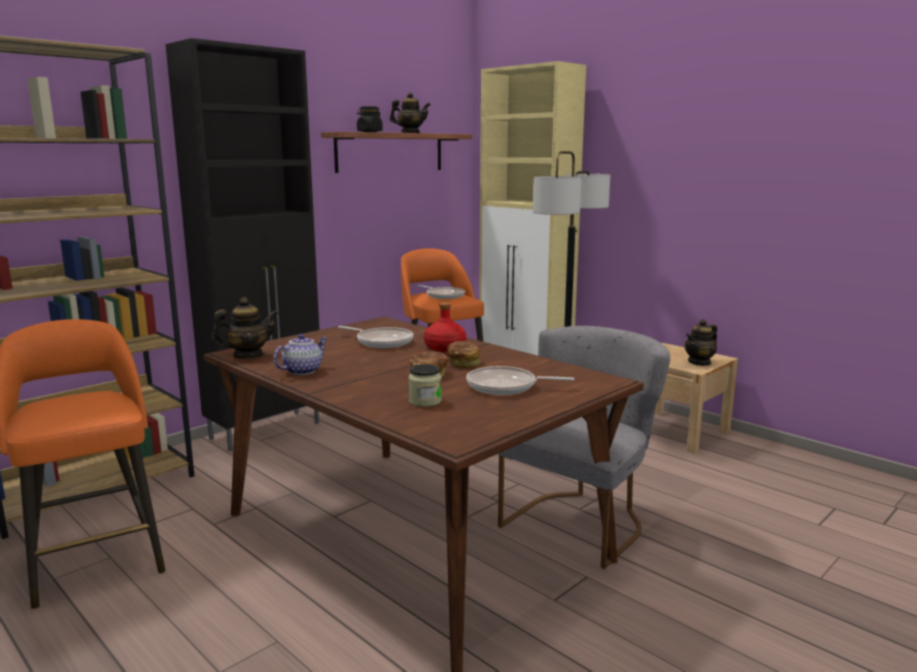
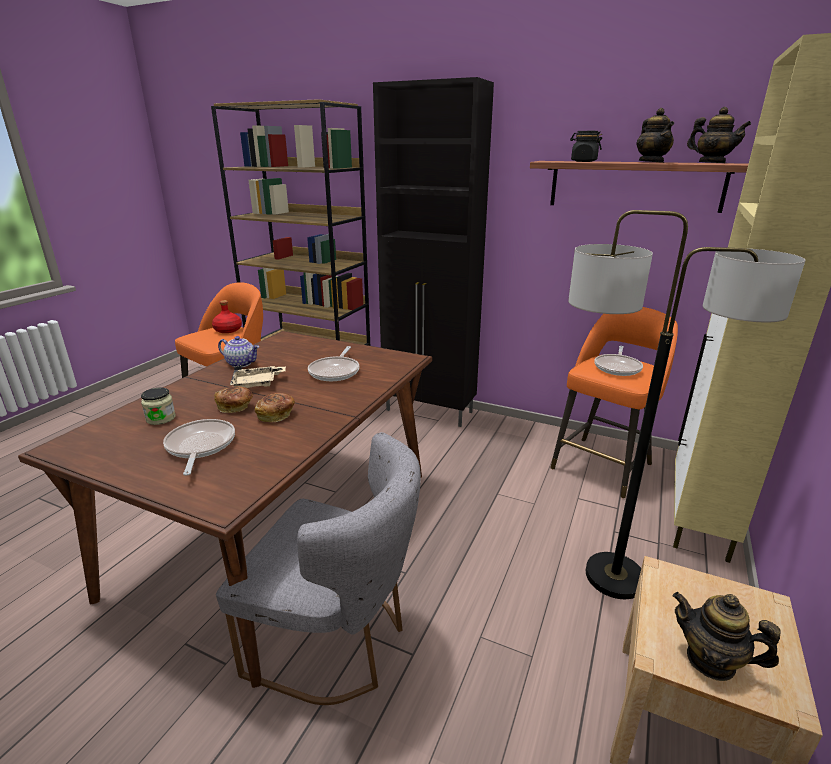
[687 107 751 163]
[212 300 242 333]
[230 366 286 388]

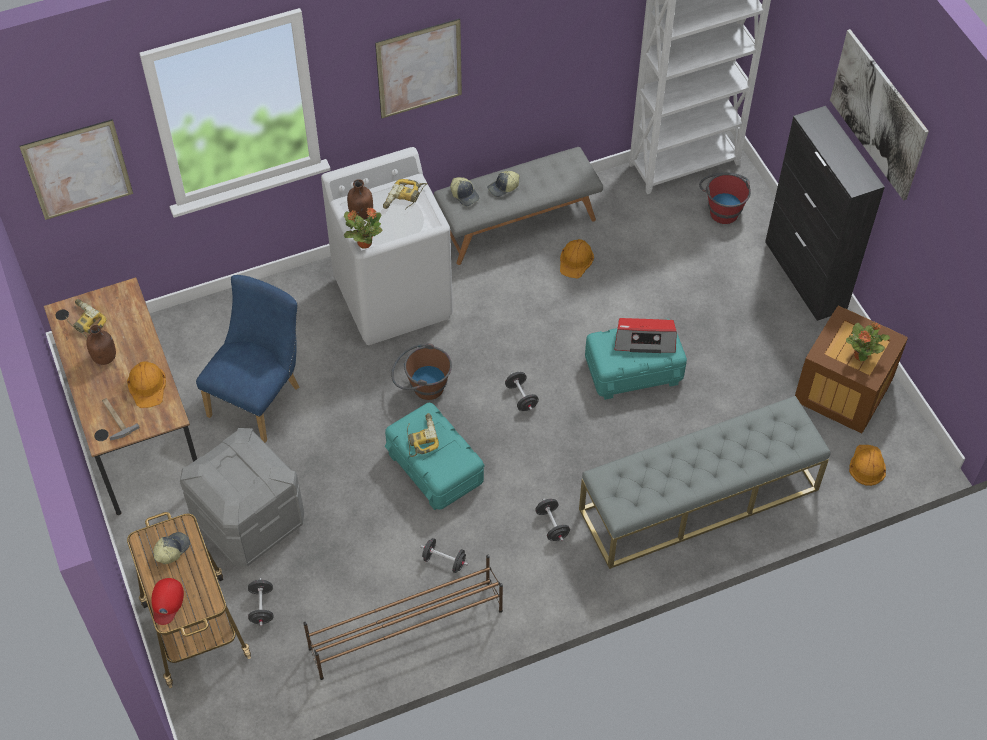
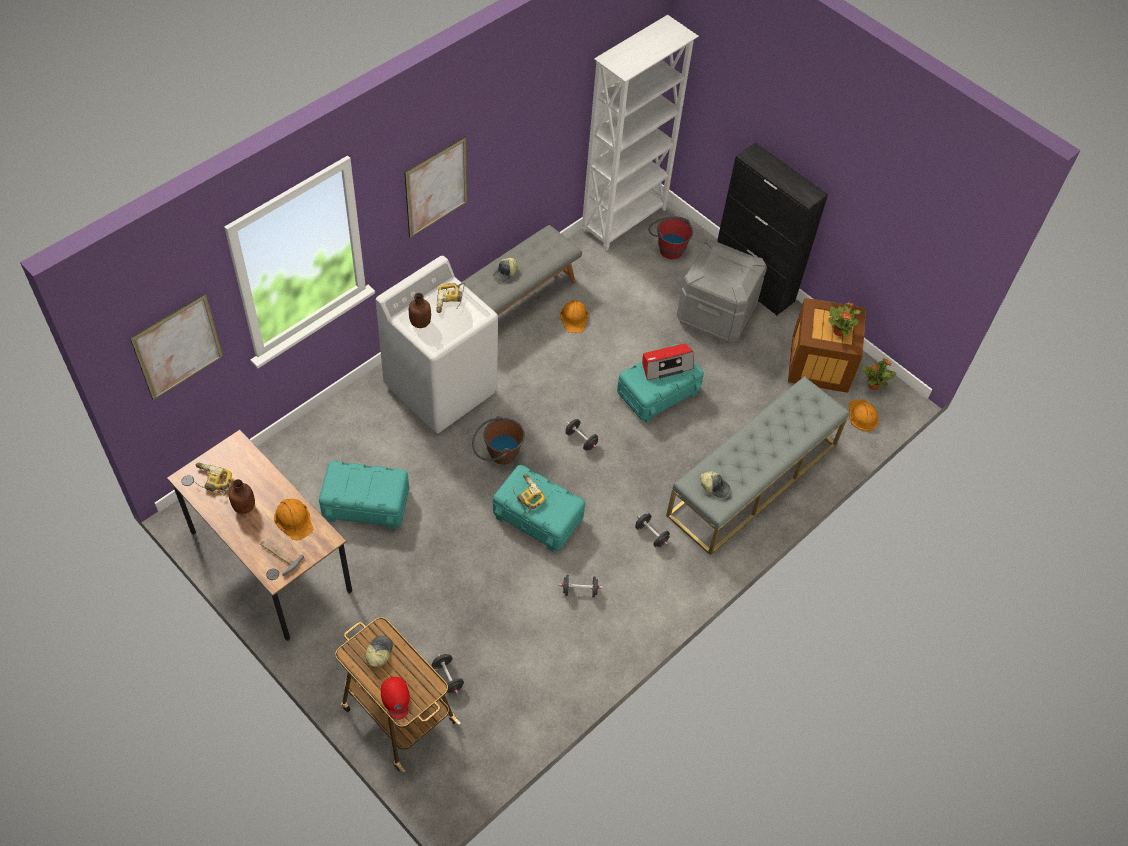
[830 29 929 201] (first image)
[700 471 731 498]
[862 358 896 390]
[319 461 409 529]
[677 240 767 343]
[303 555 503 680] (first image)

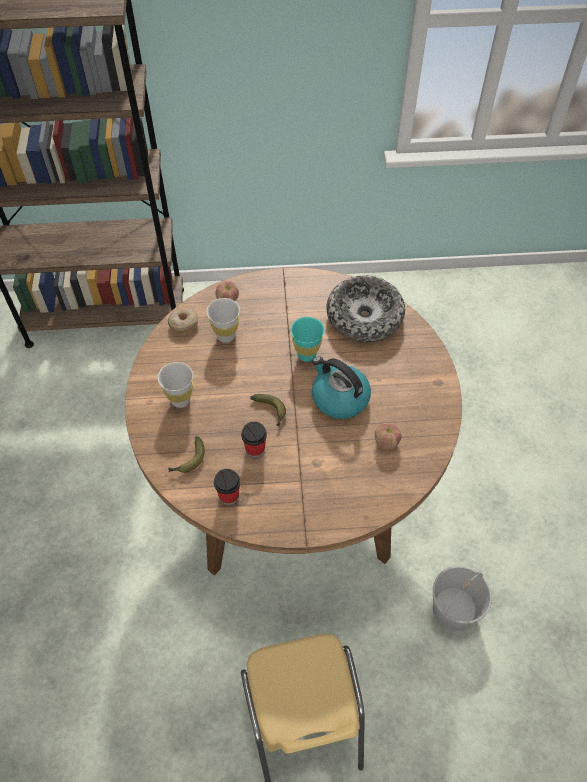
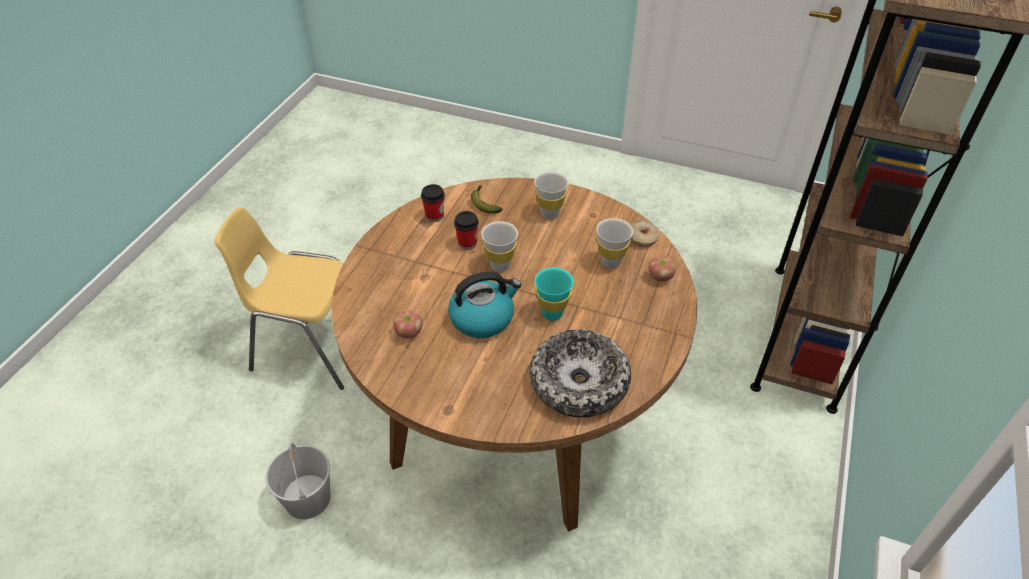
[481 221 518 272]

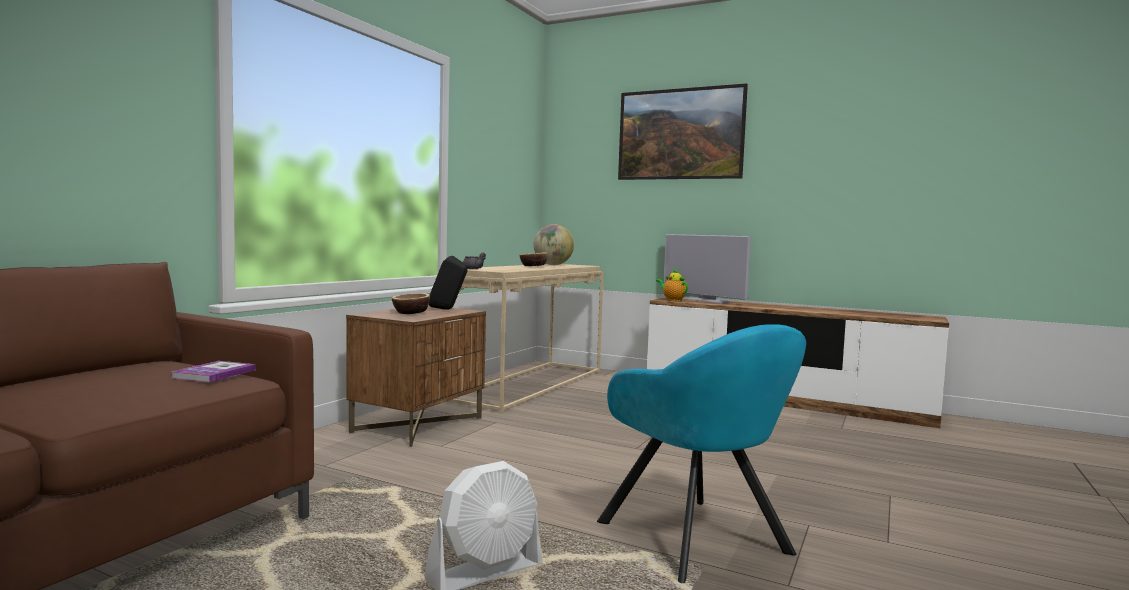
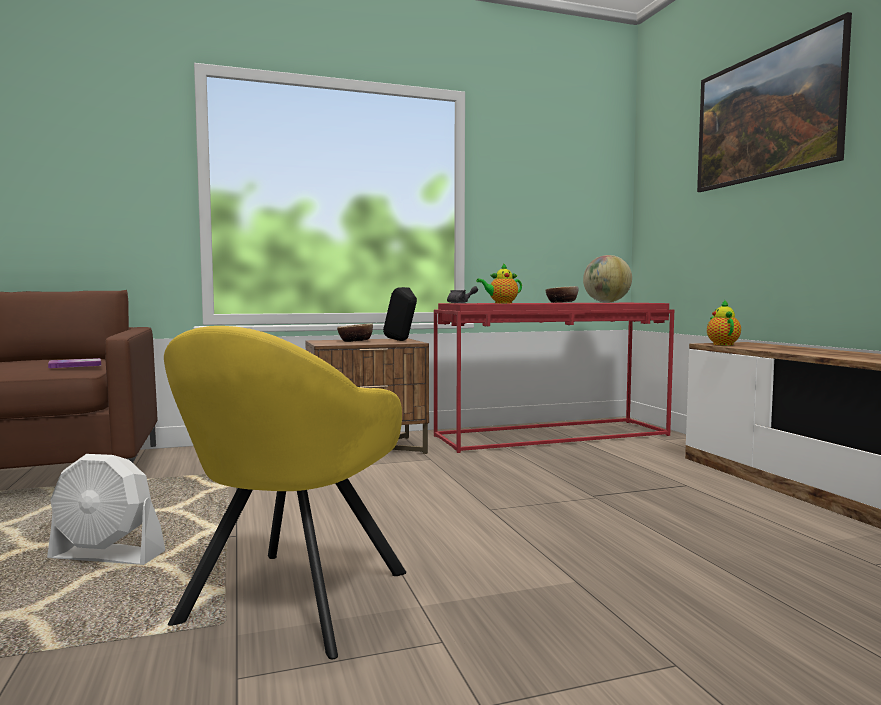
[664 234 751 304] (first image)
[434 303 674 453]
[164 326 406 659]
[476 263 522 303]

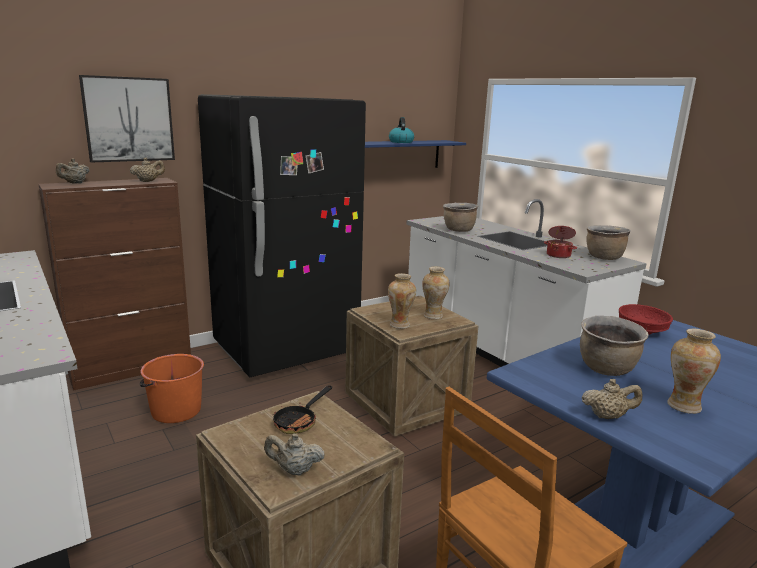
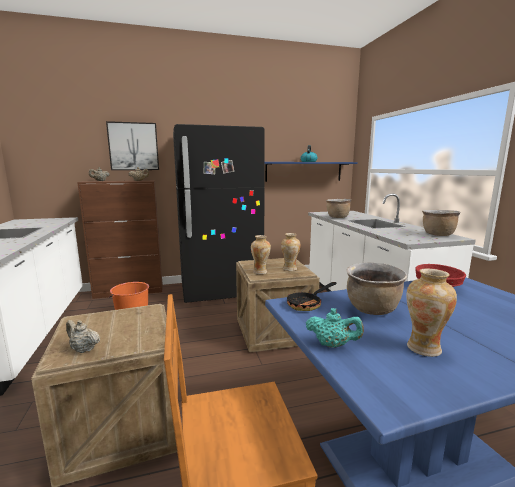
[544 226 577 258] (first image)
[306 308 364 348]
[287 282 337 311]

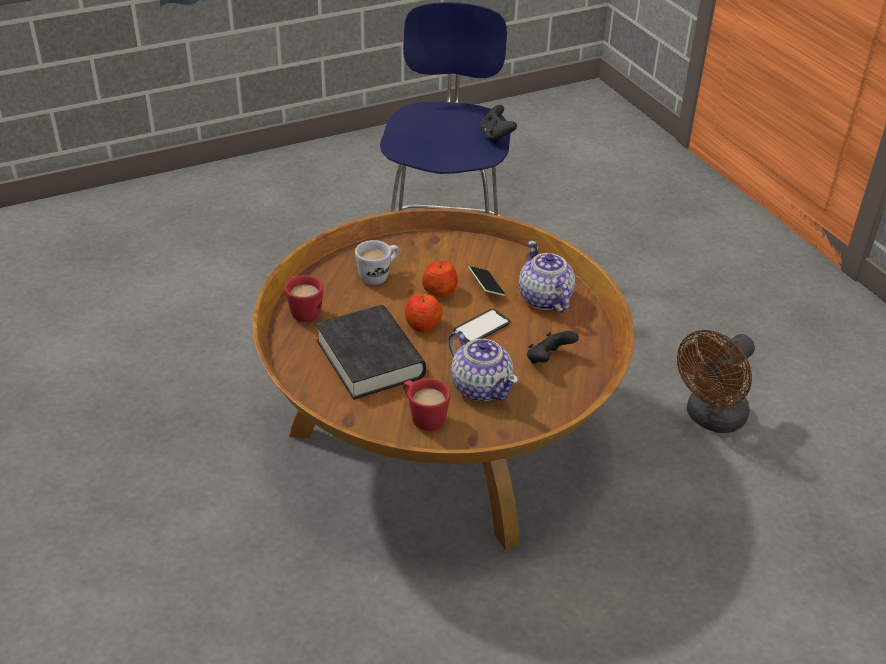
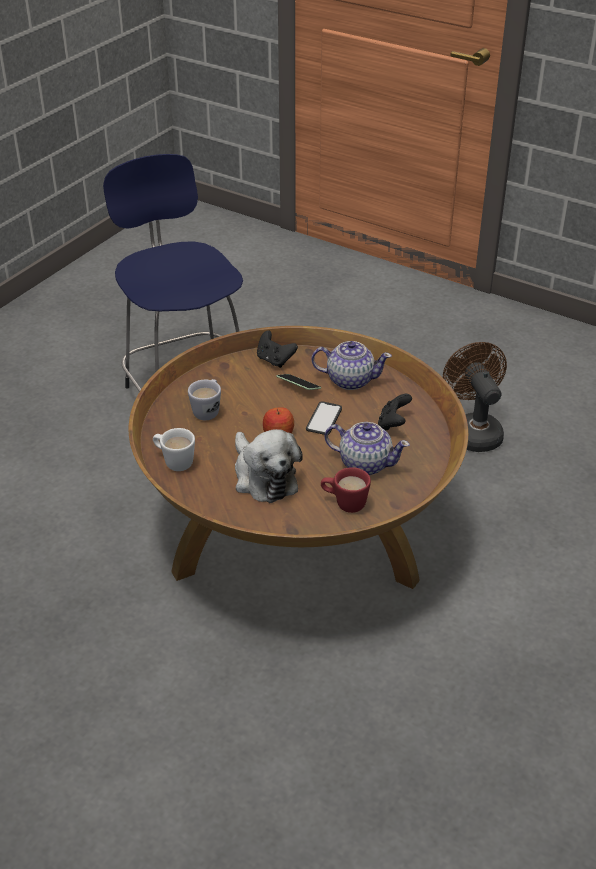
[257 330 298 368]
[312 341 392 390]
[422 261 458 297] (first image)
[153 428 195 471]
[235 429 303 503]
[443 342 507 452]

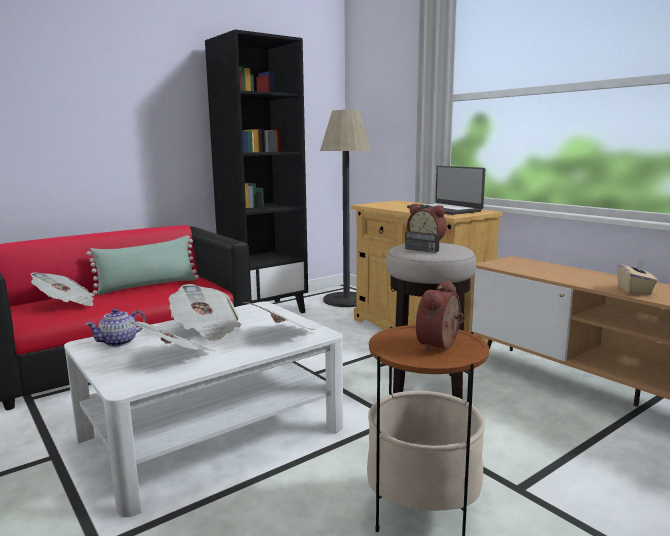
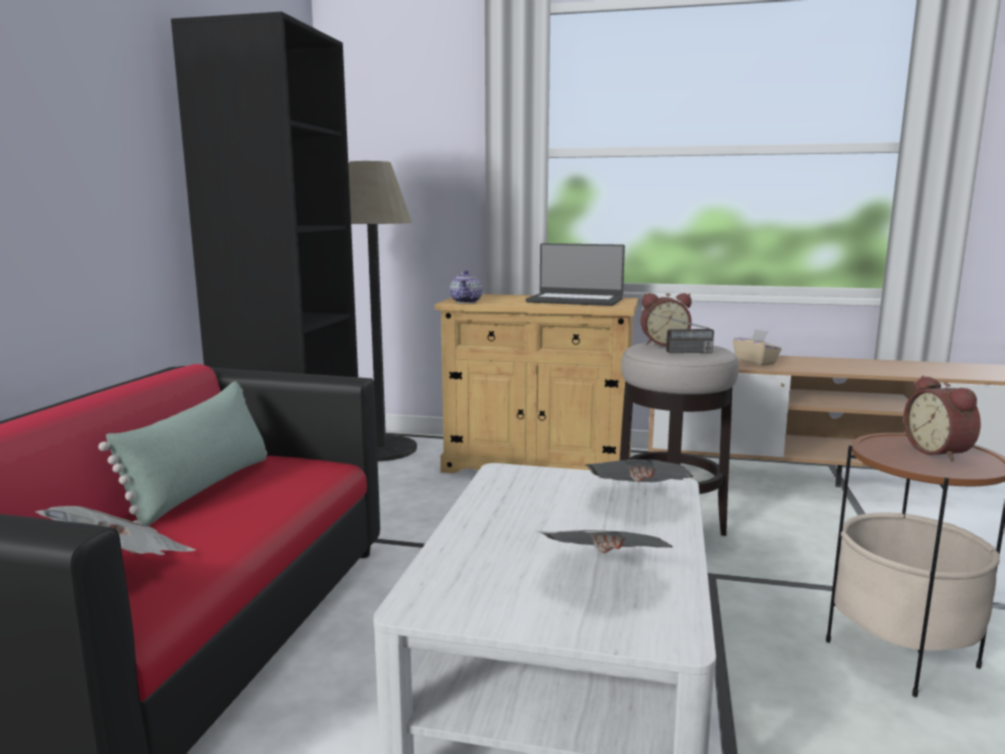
[733 329 782 366]
[168 284 241 341] (first image)
[450 270 482 303]

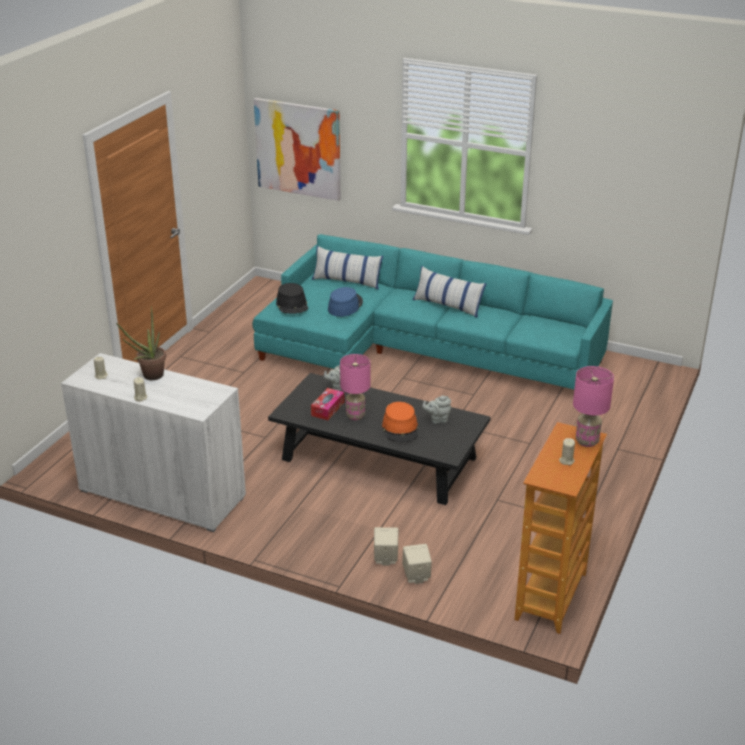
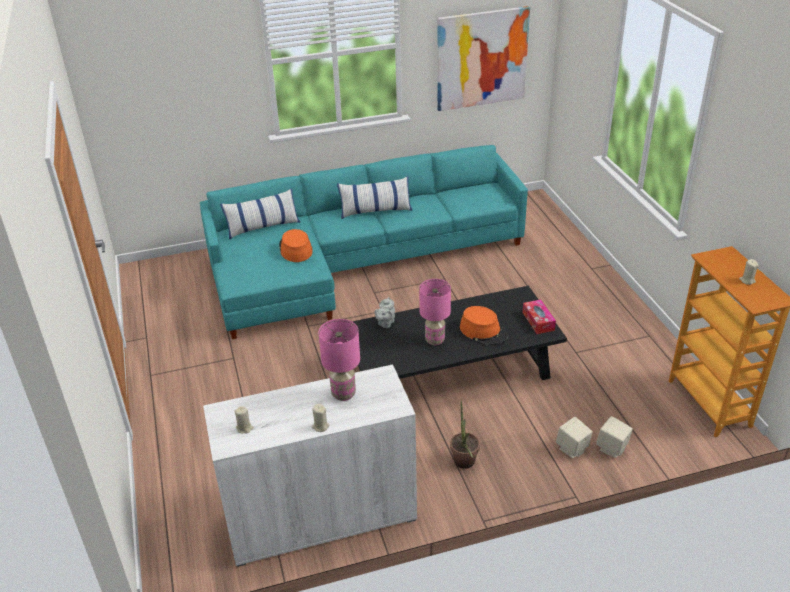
[437 6 530 111]
[276 283 308 314] (first image)
[279 229 313 262]
[450 399 480 469]
[319 319 360 401]
[523 299 556 334]
[422 395 451 424] (first image)

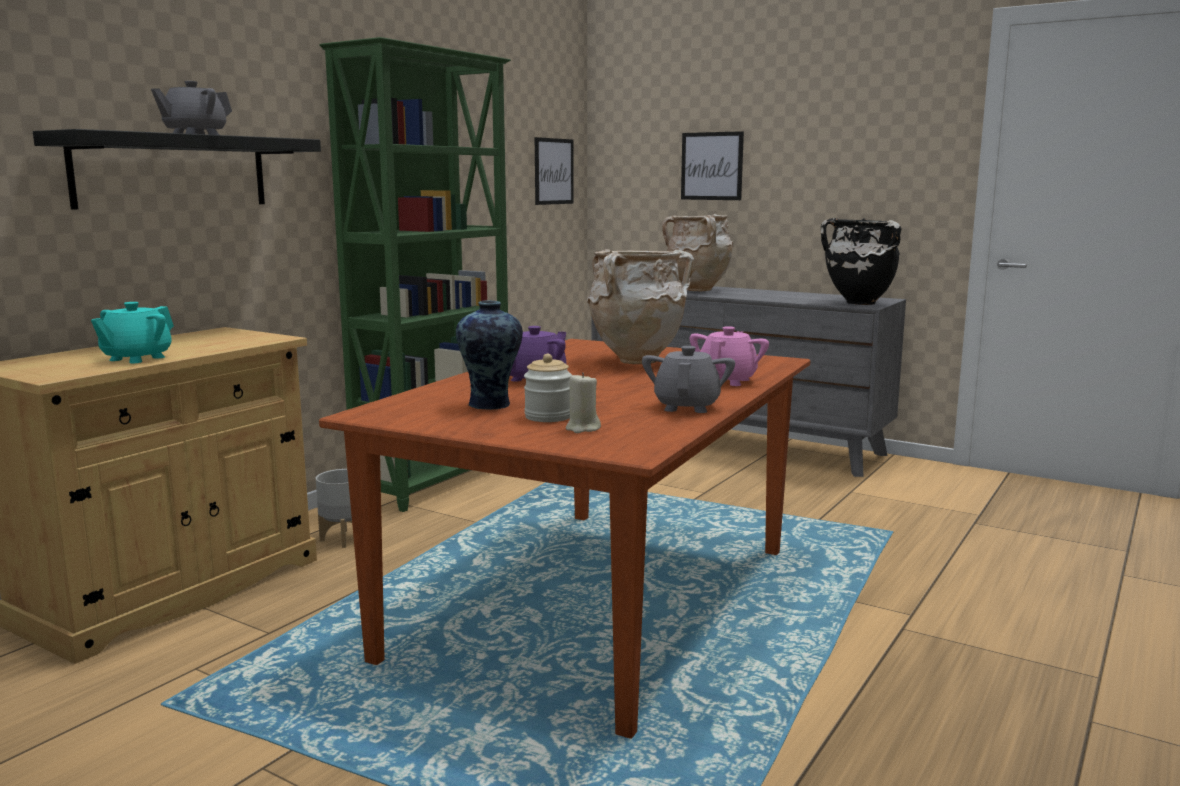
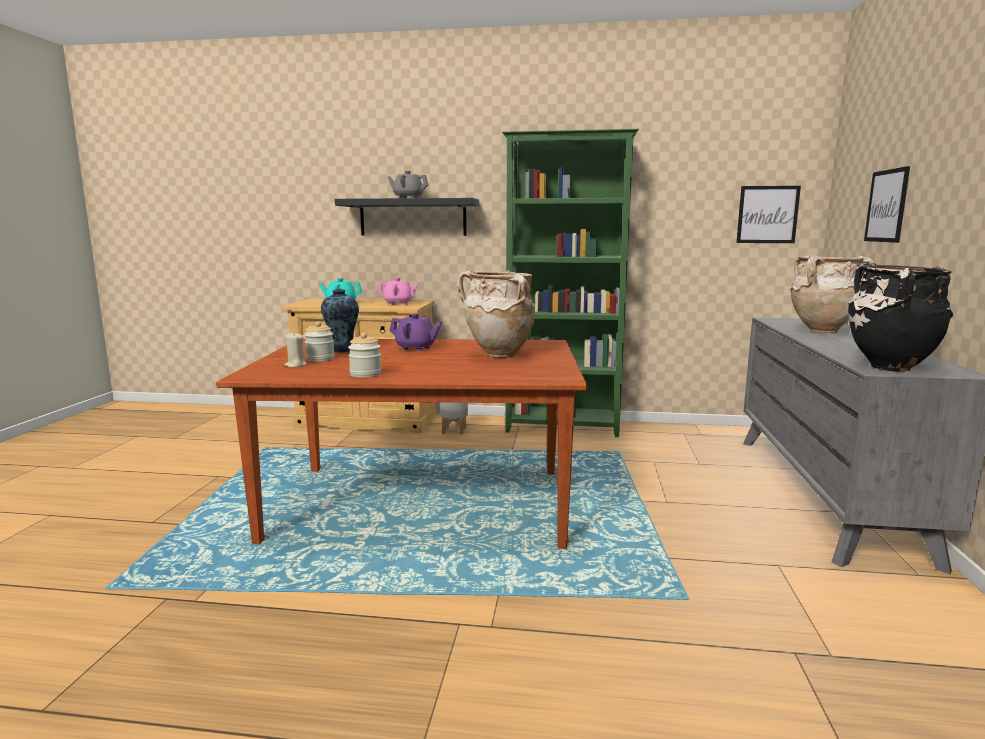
[377 277 419 305]
[348 332 382 378]

